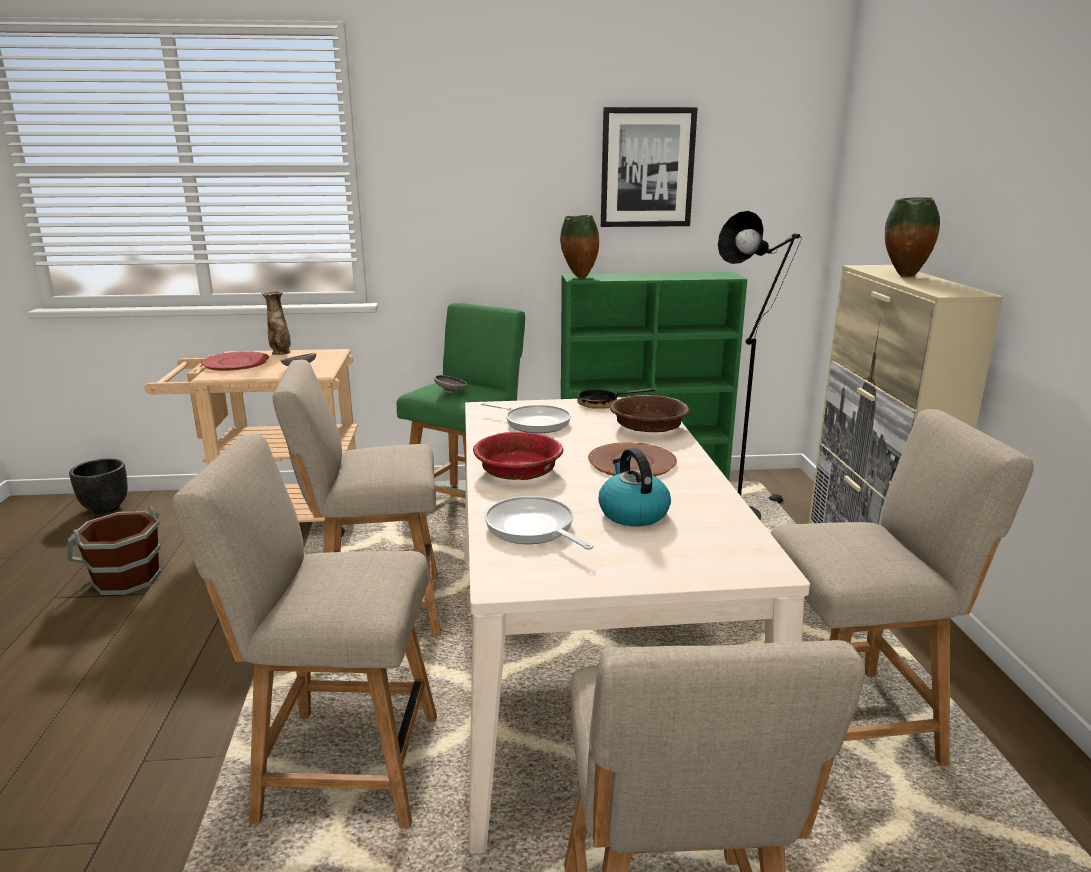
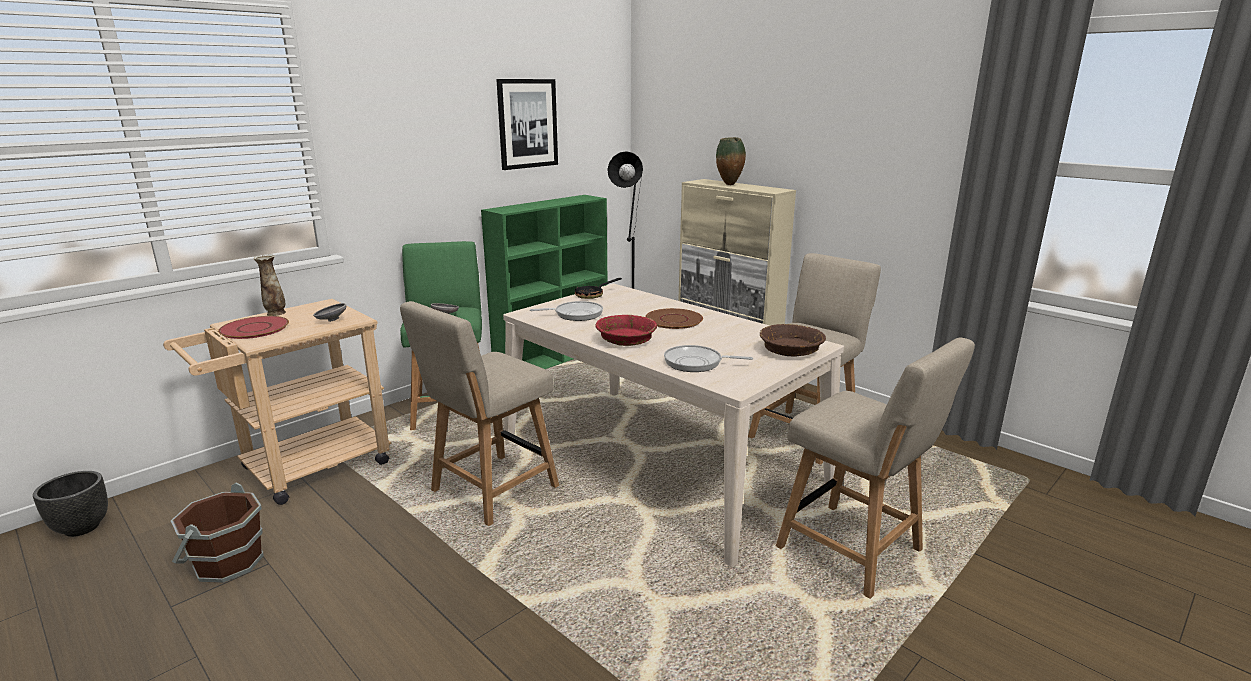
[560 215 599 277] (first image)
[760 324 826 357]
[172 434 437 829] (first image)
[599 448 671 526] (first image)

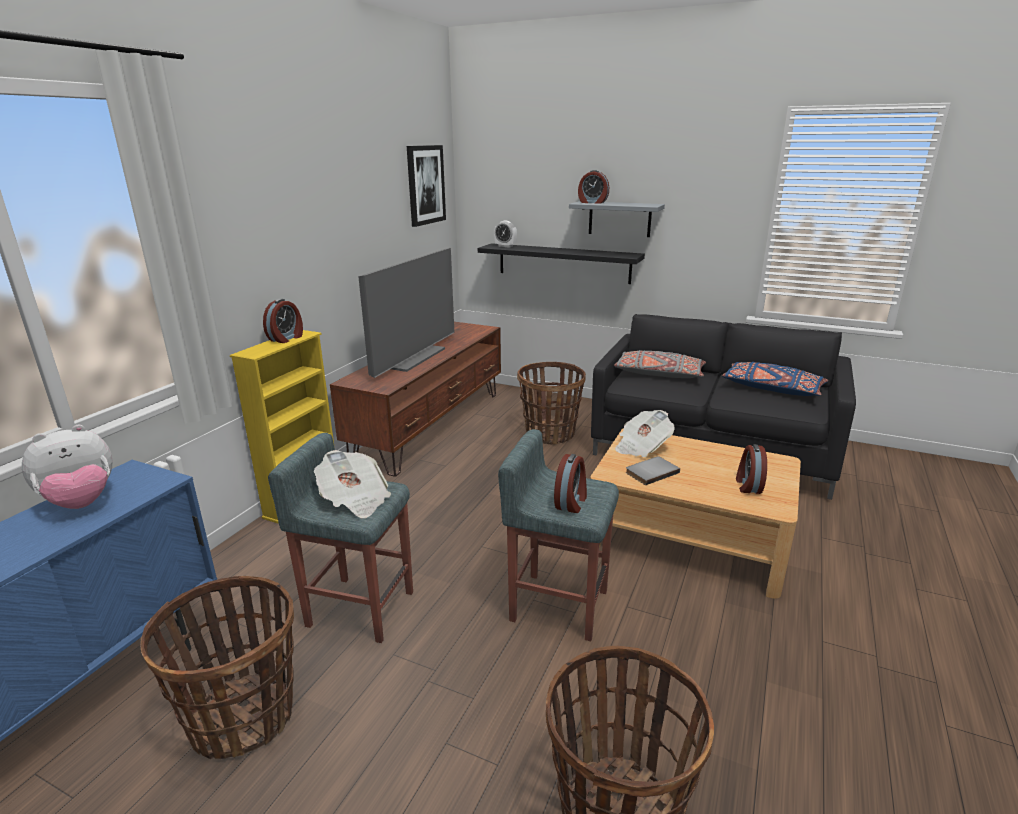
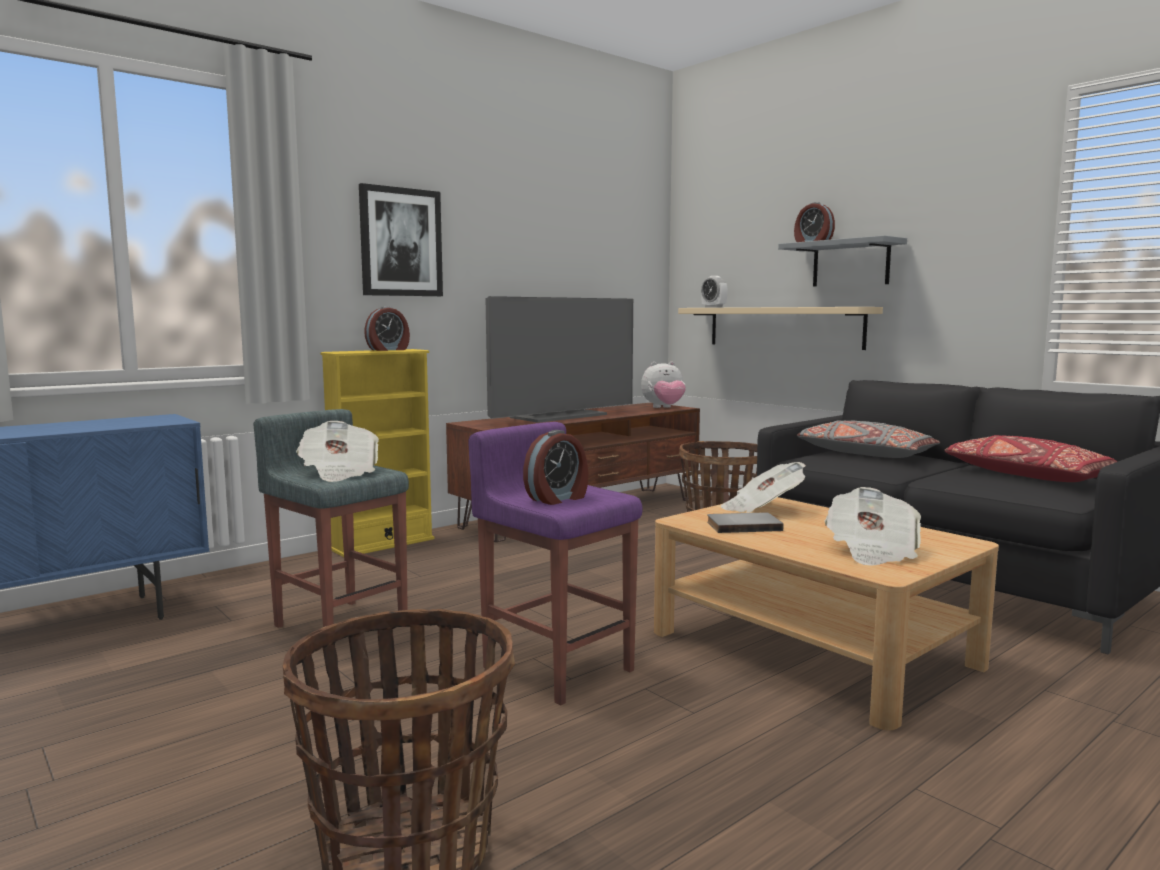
[359 183 443 296]
[678 307 883 350]
[944 435 1117 482]
[641 361 686 408]
[469 422 642 705]
[825 487 921 566]
[140 576 294 760] (first image)

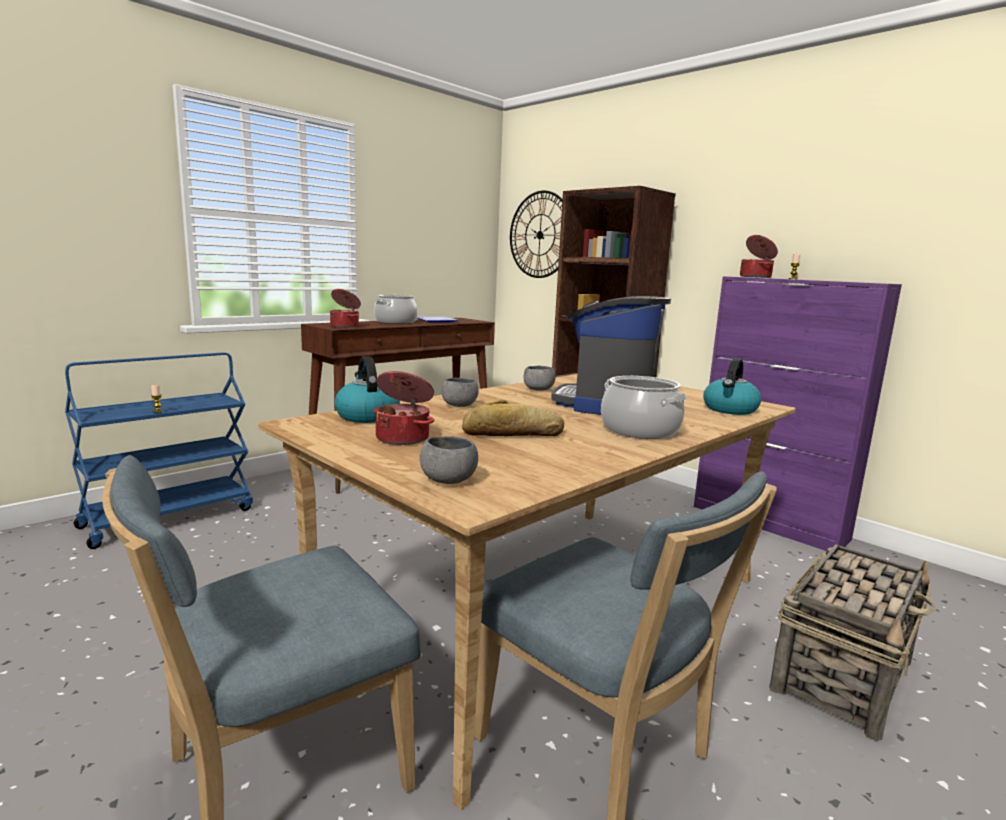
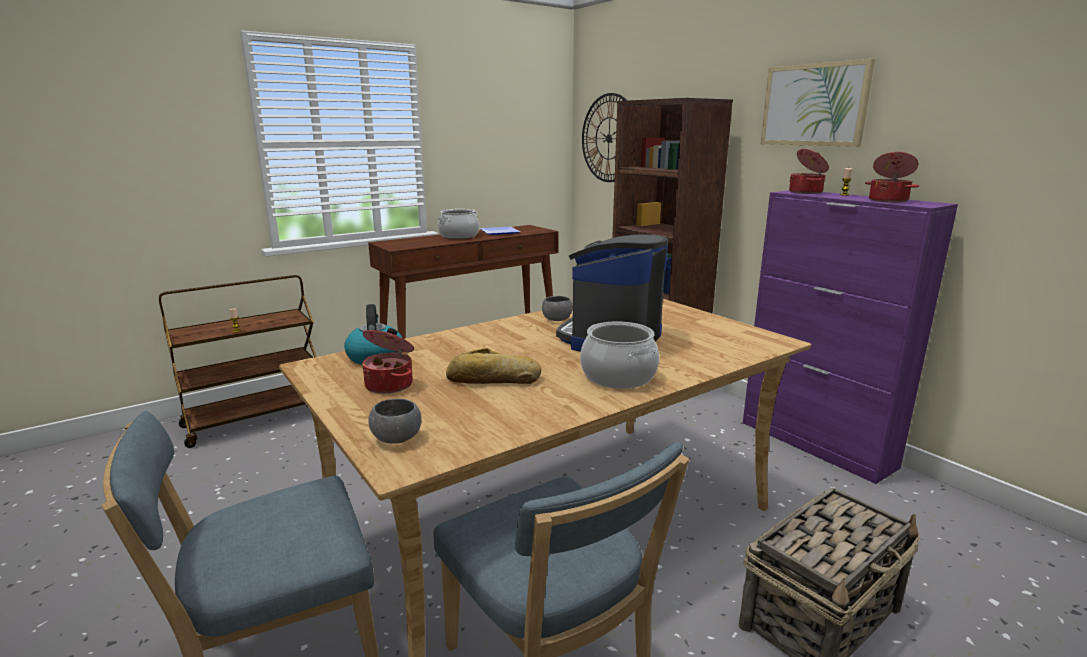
[865 152 919 203]
[159 275 317 448]
[703 358 761 415] (first image)
[442 378 479 407] (first image)
[761 59 875 147]

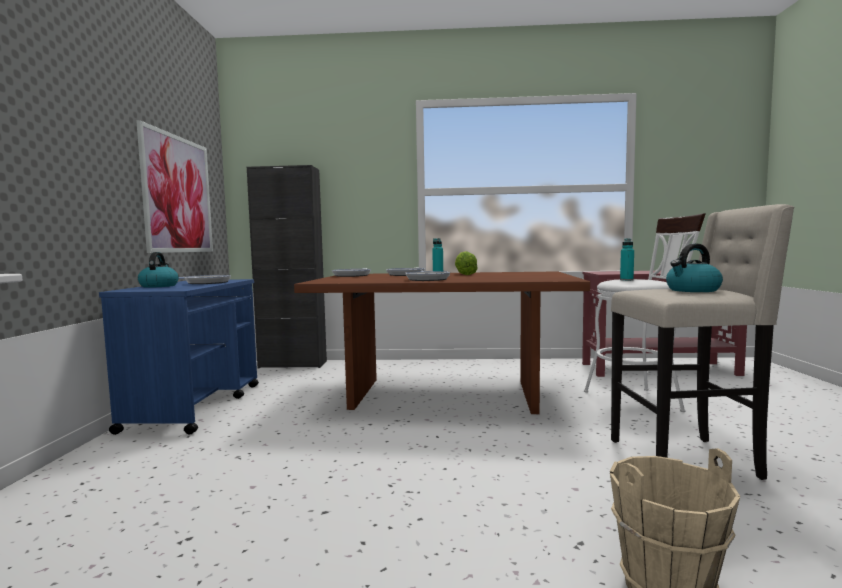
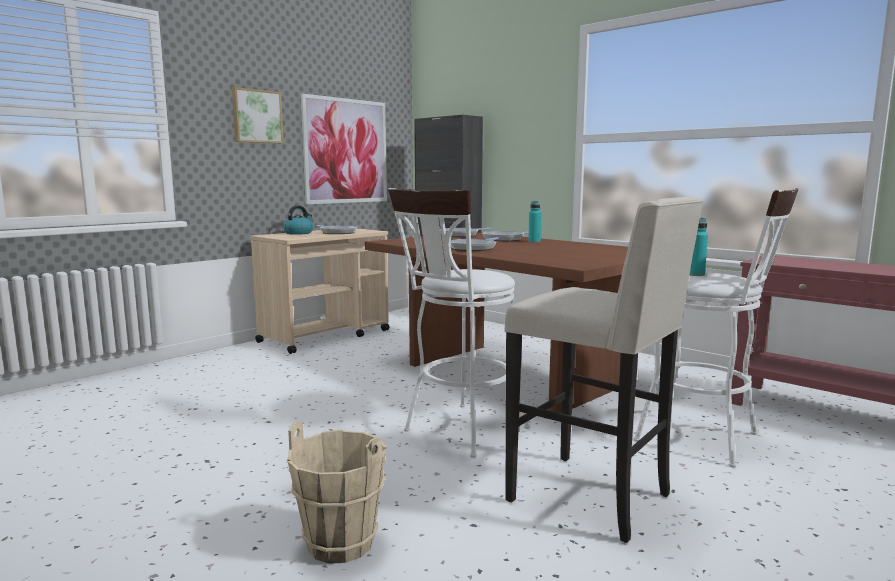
[666 244 723 292] (first image)
[455 251 478 275] (first image)
[250 228 389 354]
[232 87 284 143]
[388 188 530 458]

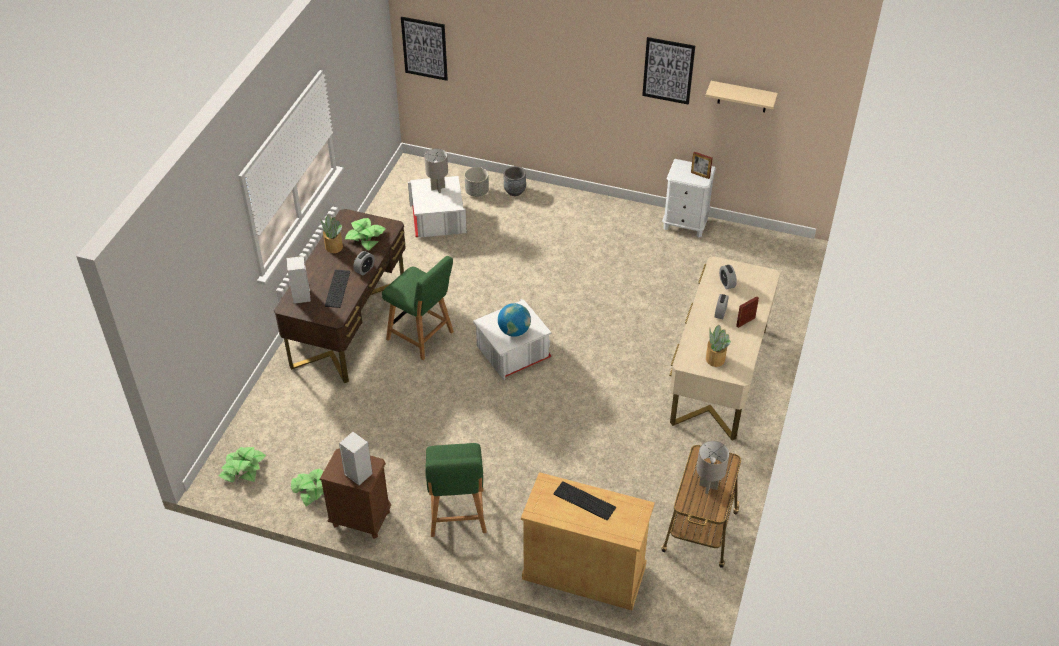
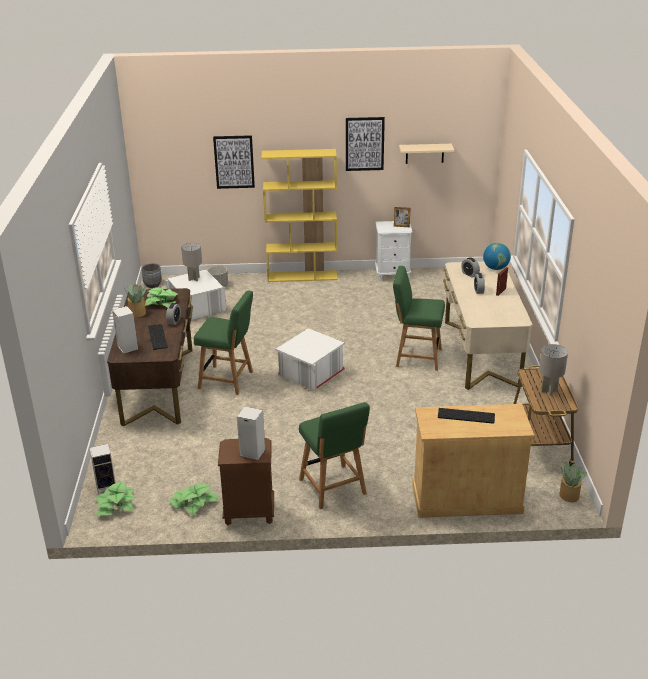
[213 135 255 189]
[141 263 162 288]
[483 243 511 270]
[560 461 587 502]
[261 149 337 282]
[393 266 445 371]
[89 444 115 493]

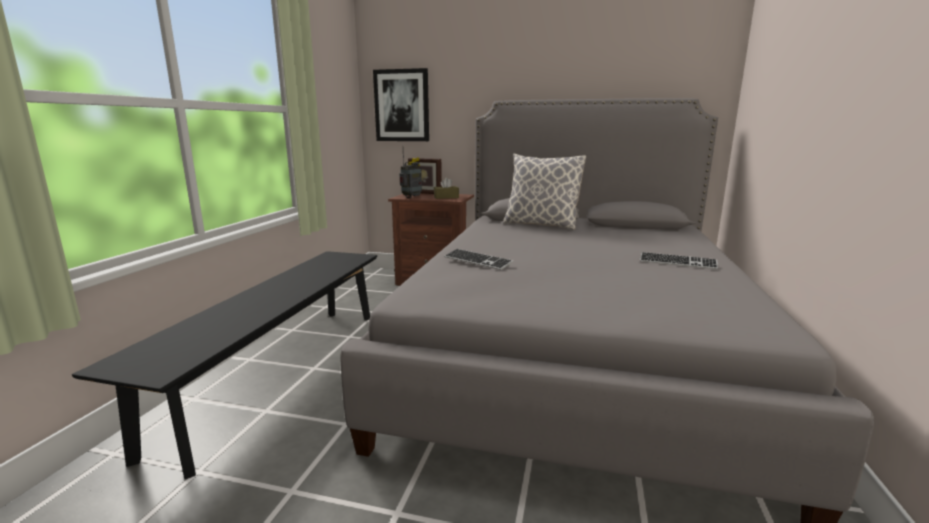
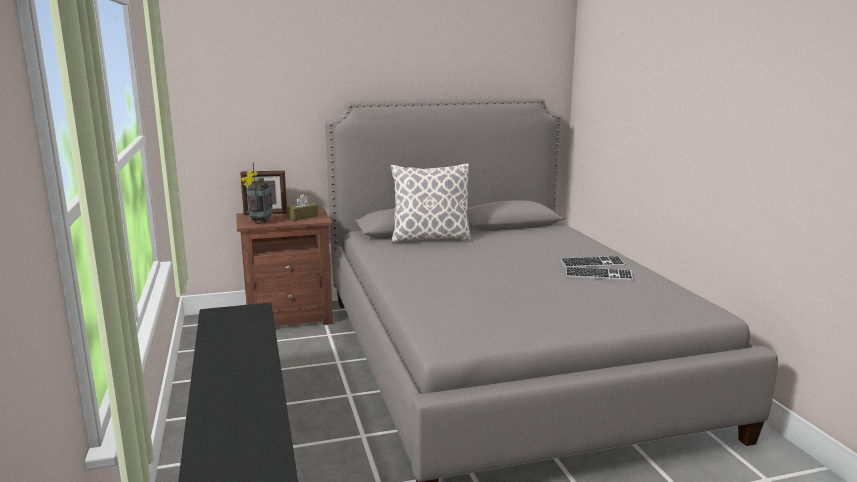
[373 68 429 141] (first image)
[565 267 633 280]

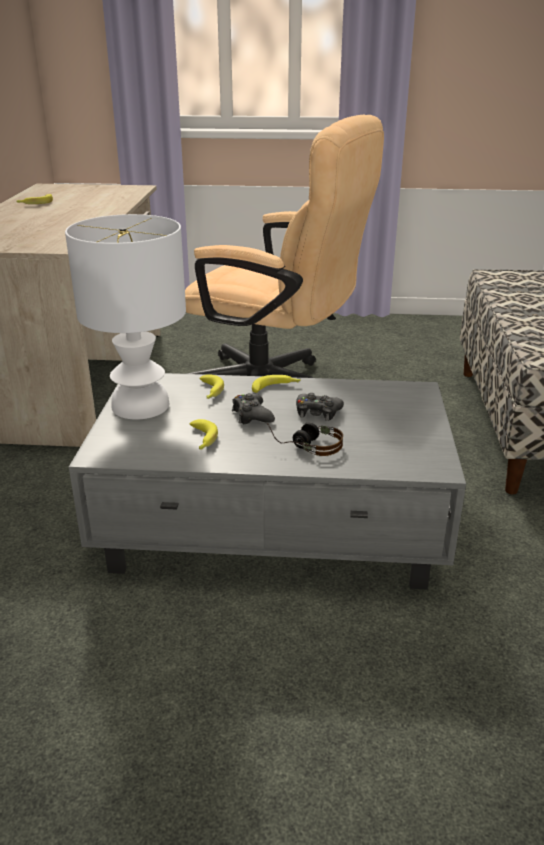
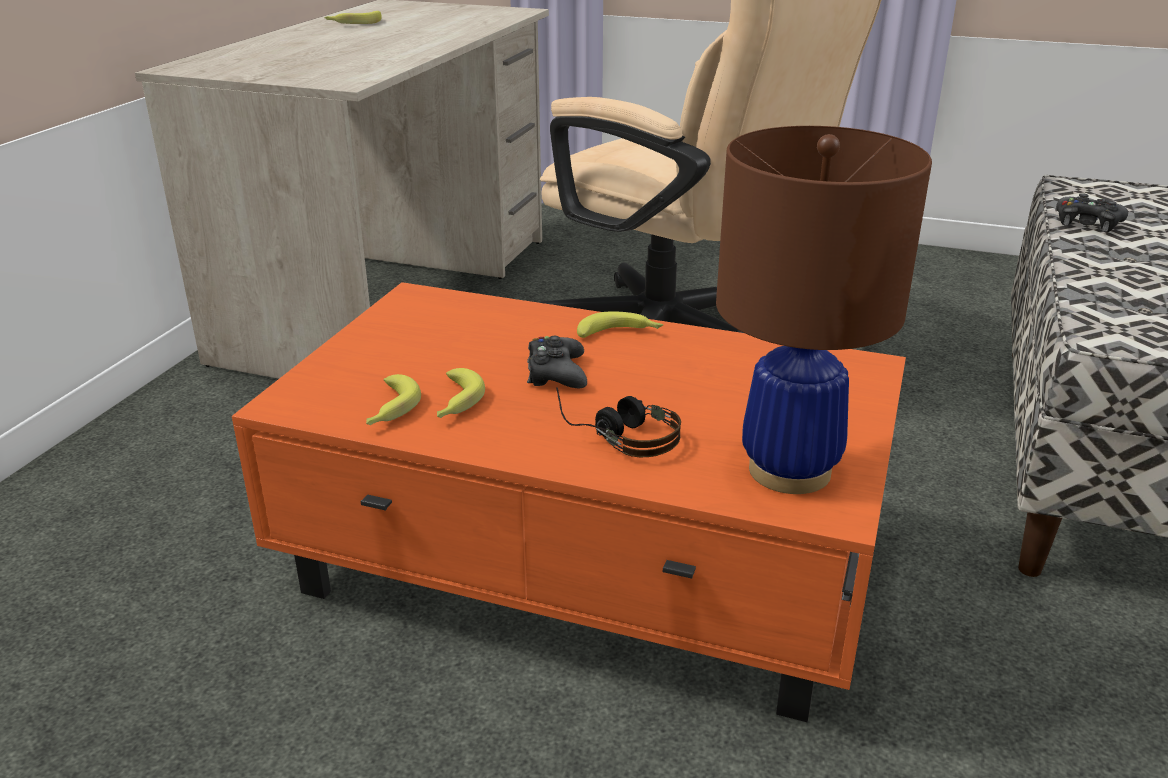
[65 214 186 419] (first image)
[232 282 906 722]
[366 374 421 425]
[1056 193 1128 232]
[716 126 932 494]

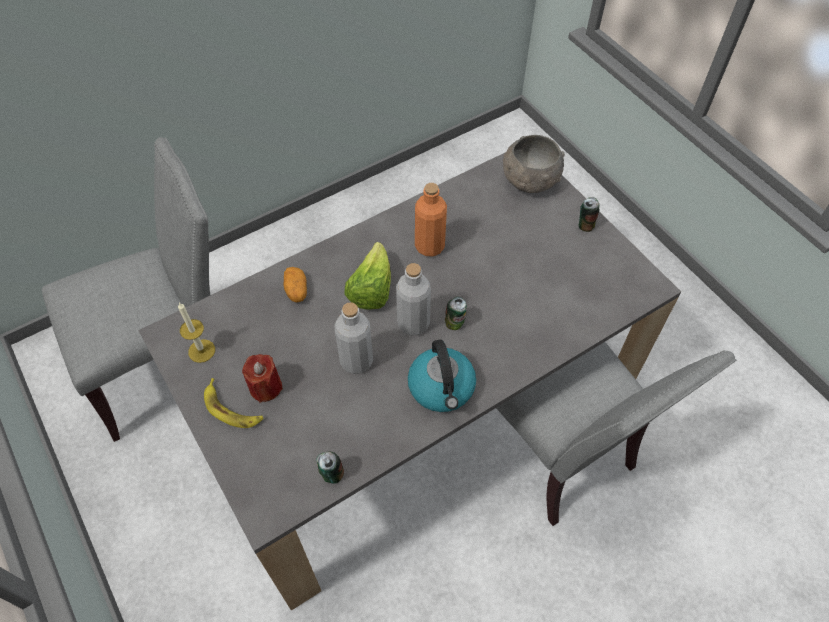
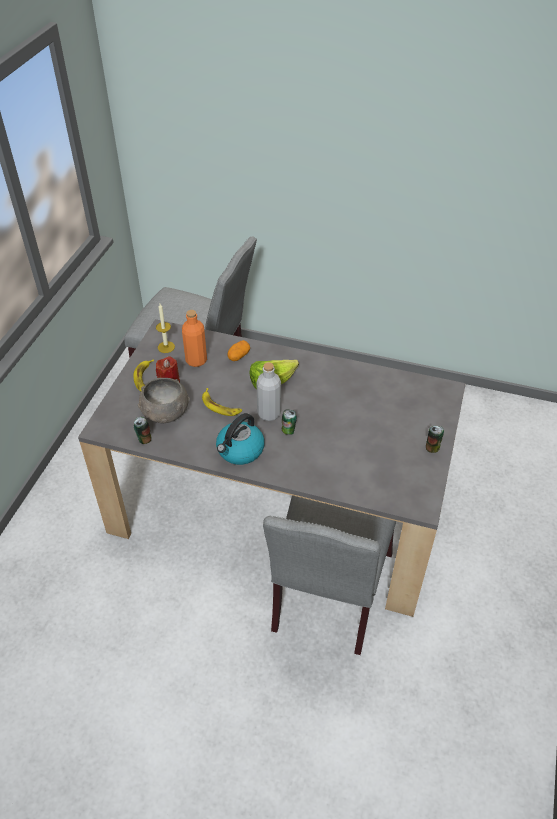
[138 378 190 423]
[182 310 207 367]
[202 388 242 416]

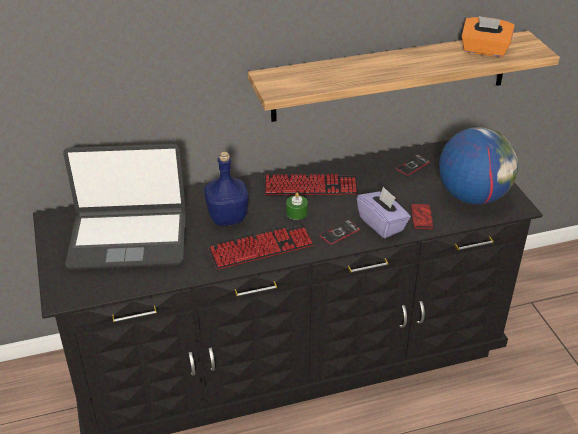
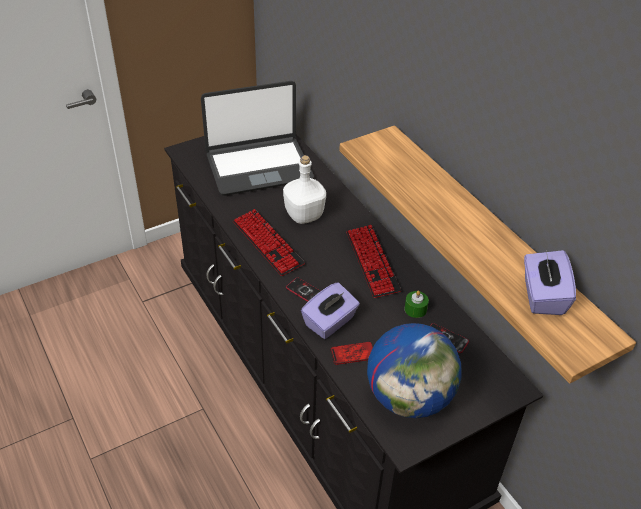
[524 250 576 315]
[201 81 314 196]
[283 155 326 224]
[405 291 429 318]

